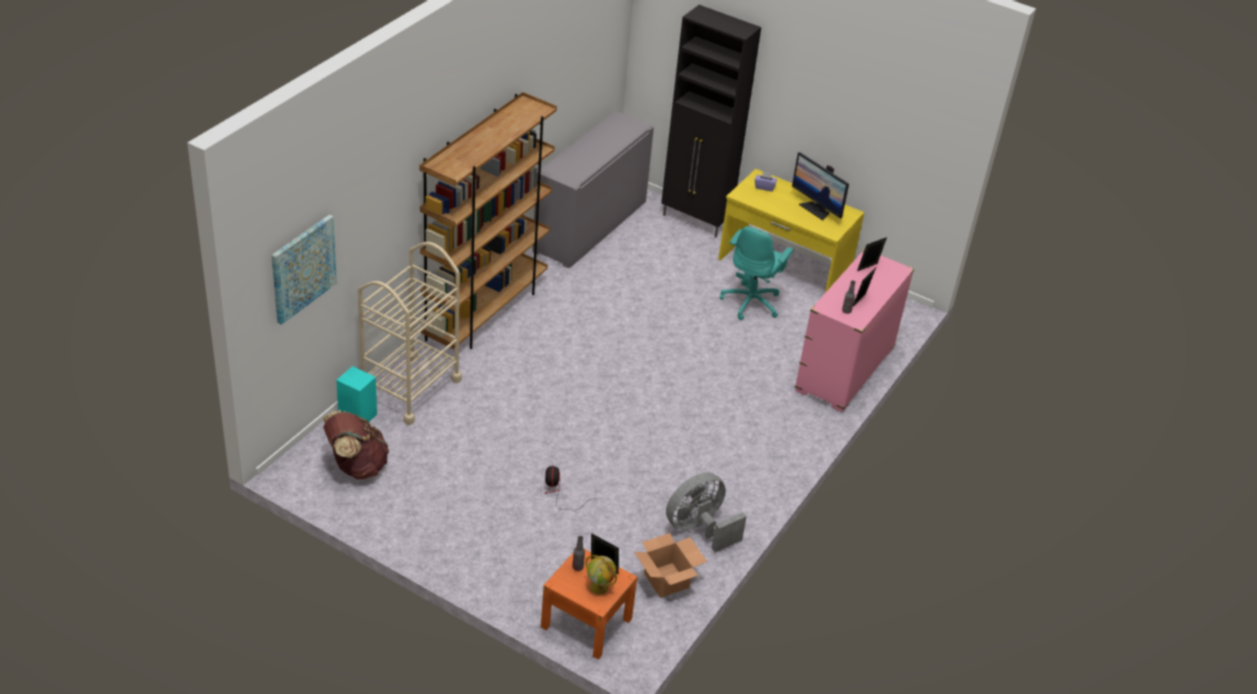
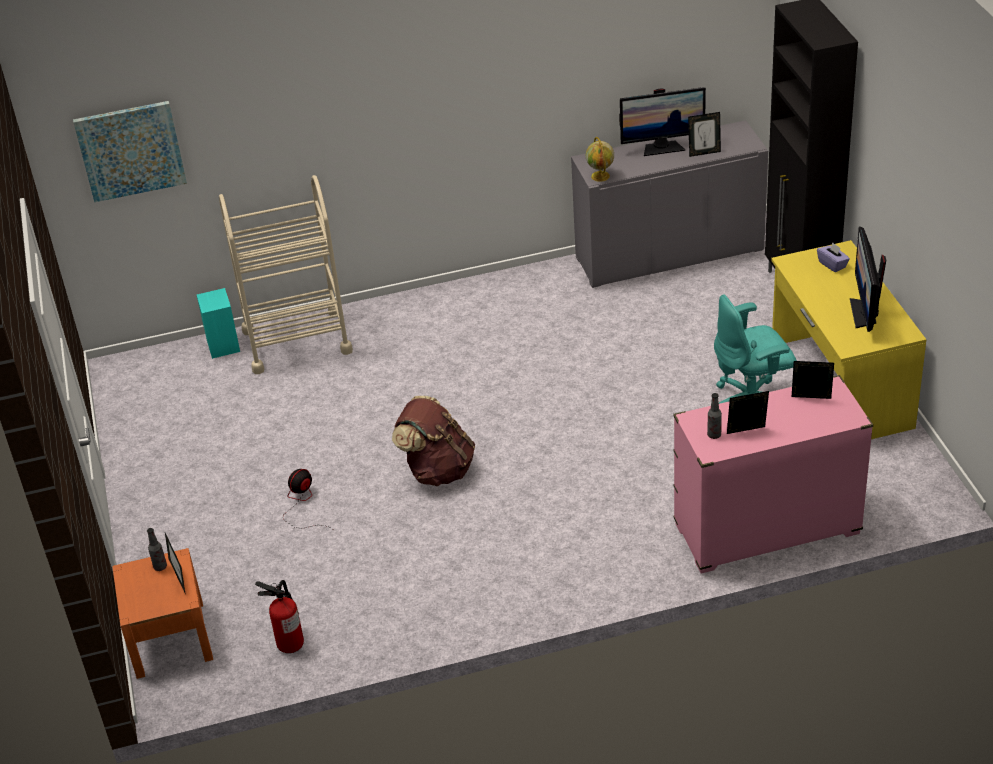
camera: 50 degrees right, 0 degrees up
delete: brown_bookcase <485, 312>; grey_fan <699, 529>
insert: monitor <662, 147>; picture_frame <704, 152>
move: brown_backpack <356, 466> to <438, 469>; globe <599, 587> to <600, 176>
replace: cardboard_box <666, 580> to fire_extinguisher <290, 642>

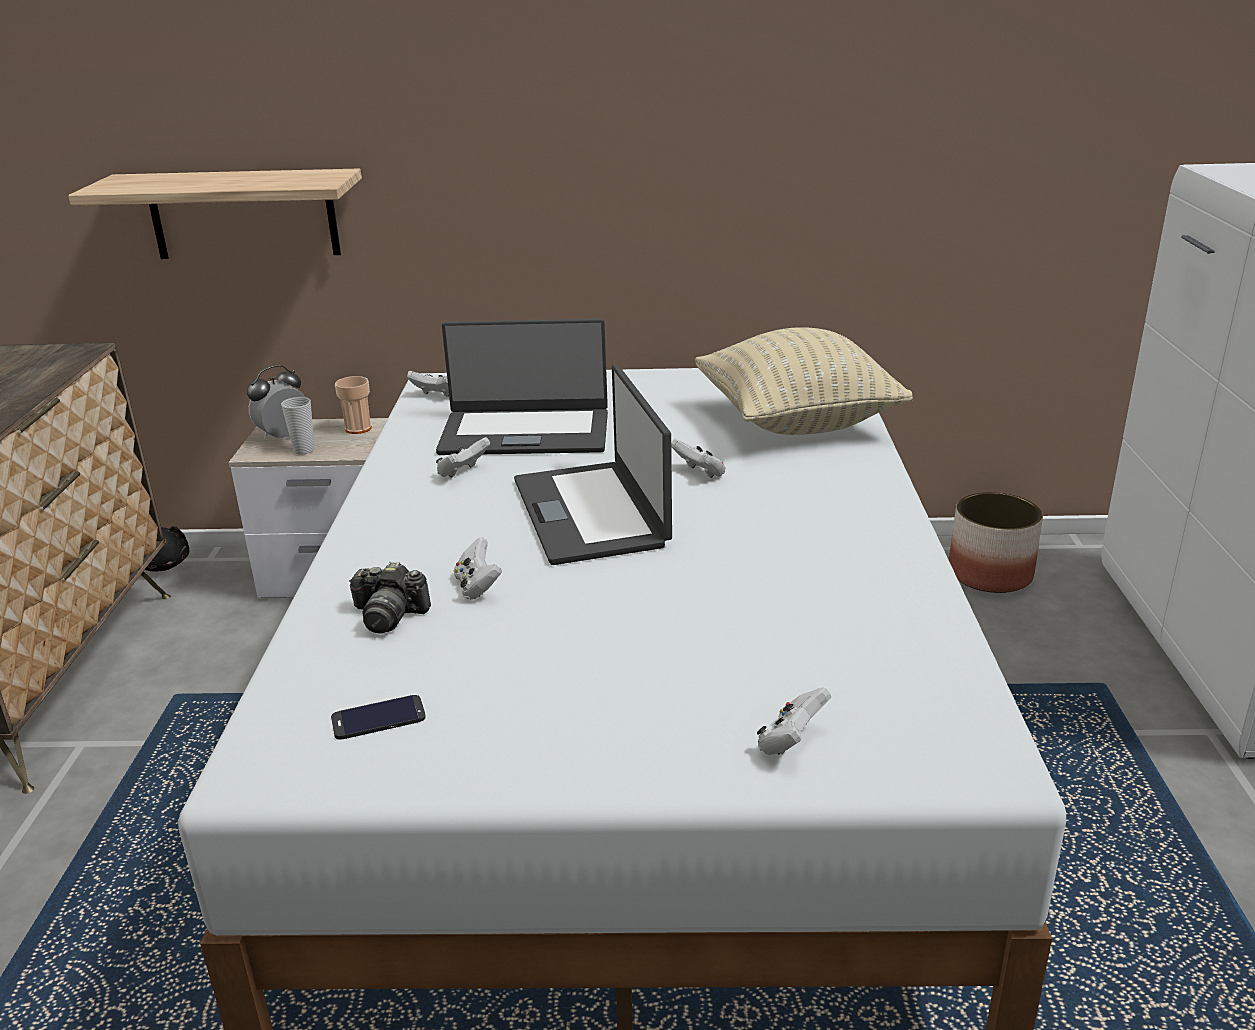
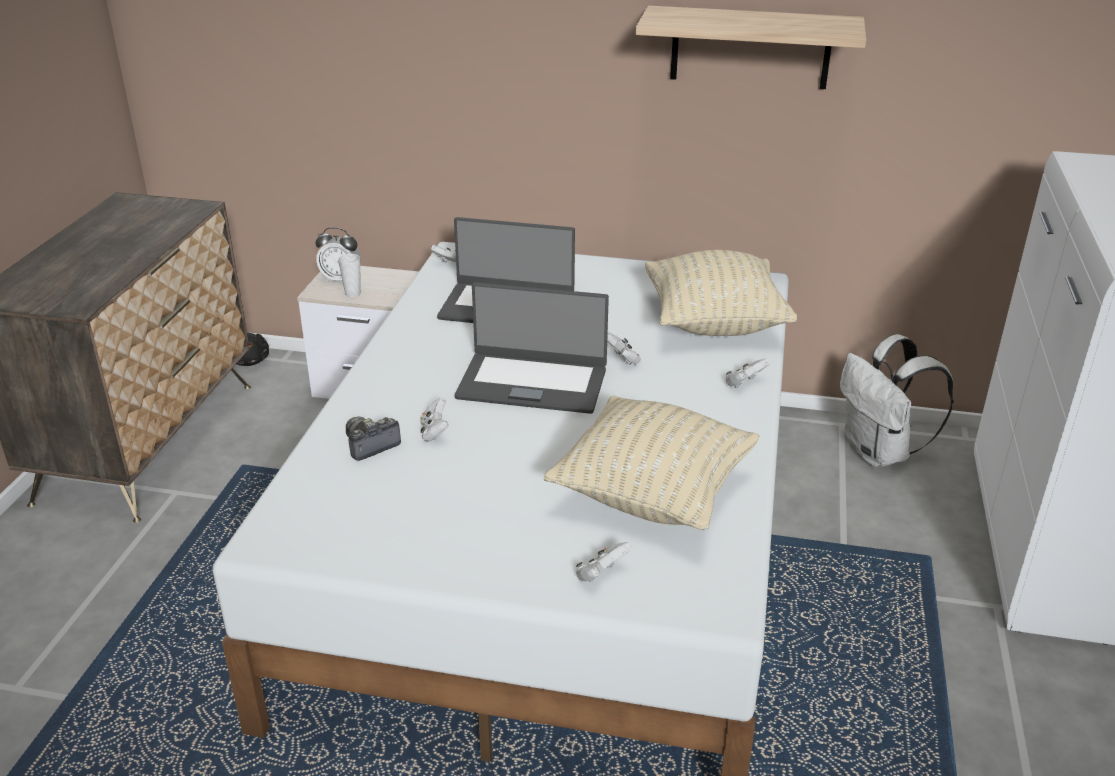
camera: 10 degrees right, 5 degrees up
delete: phone <378, 718>; cup <358, 428>
insert: beige_pillow <652, 494>
move: shelf <243, 214> to <750, 47>; white_game_controller <463, 472> to <744, 383>
replace: planter <990, 574> to white_backpack <879, 453>
rotate: alarm_clock <283, 436> = <340, 279> 135 degrees counterclockwise; photo_camera <389, 616> = <370, 445> 120 degrees clockwise; laptop <592, 512> = <532, 382> 75 degrees counterclockwise

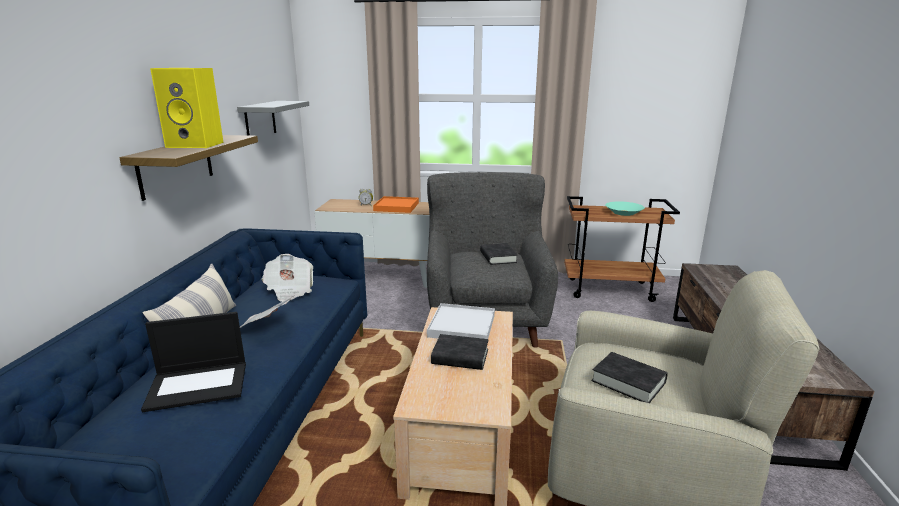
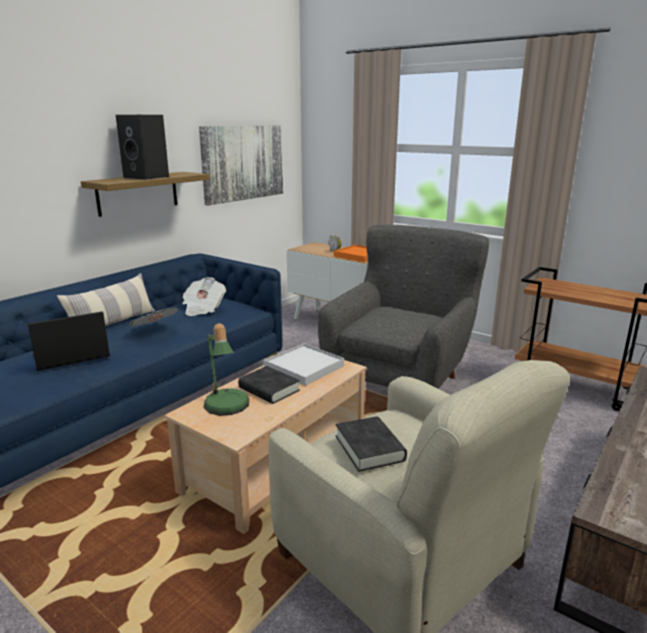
camera: 30 degrees right, 0 degrees up
delete: black_book <498, 257>; turquoise_bowl <623, 212>
insert: table_lamp <226, 408>
replace: grey_shelf <260, 120> to picture <243, 163>
recolor: yellow_speaker <197, 145> to black_speaker <147, 177>
rotate: laptop <199, 385> = <70, 356> 135 degrees clockwise

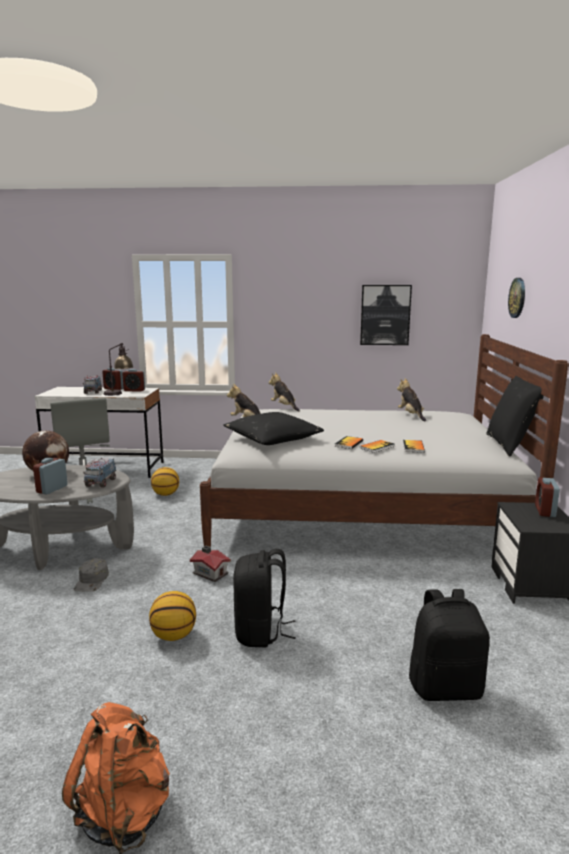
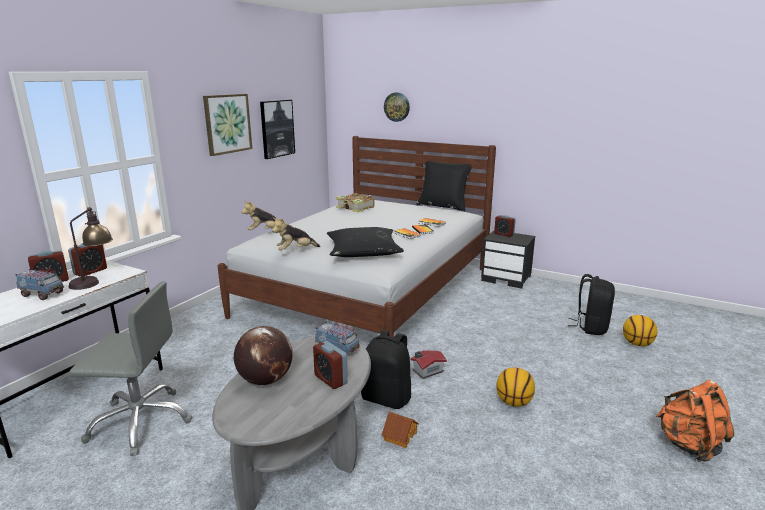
camera: 65 degrees left, 5 degrees up
insert: picture <227, 123>
move: basketball <165, 494> to <637, 344>; black_backpack <261, 632> to <387, 398>
replace: grey_cap <92, 581> to toy_house <399, 436>; plush_toy <411, 415> to book <355, 208>

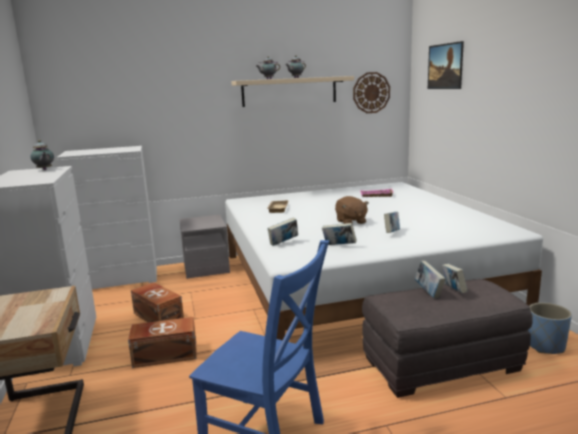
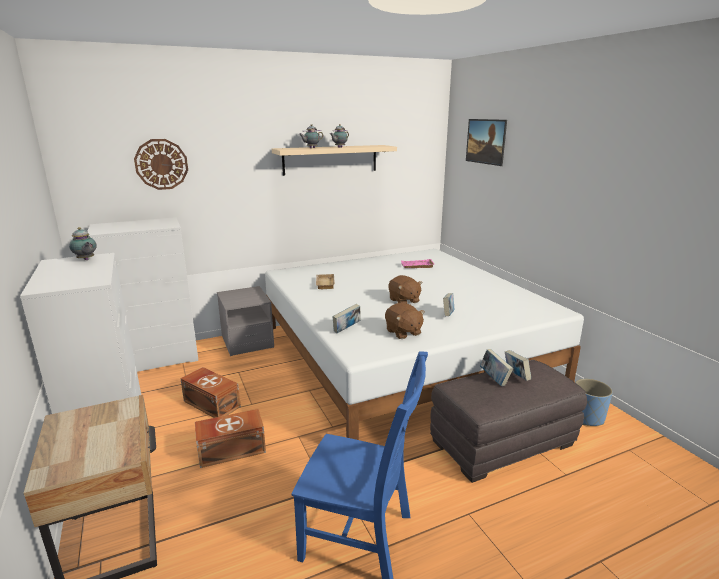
camera: 10 degrees left, 5 degrees up
move: wall_clock <371, 92> to <161, 164>
replace: book <339, 246> to brown_plush_toy <403, 332>

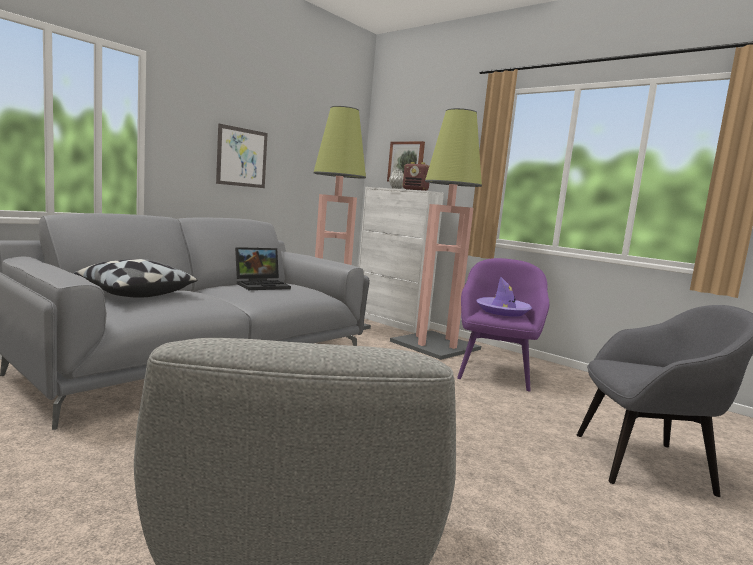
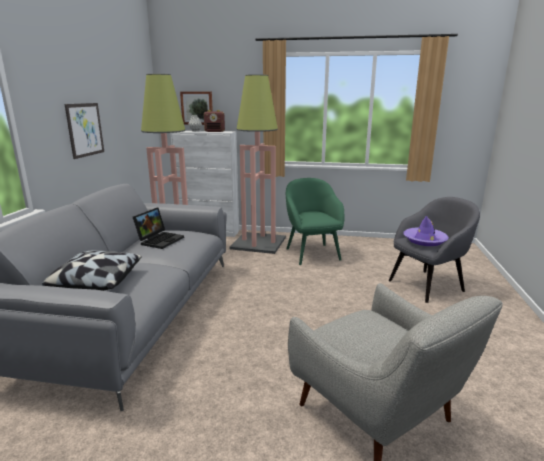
camera: 30 degrees left, 10 degrees up
move: purple_hat <502, 311> to <424, 240>
recolor: purple_armchair <494, 373> to green_armchair <312, 253>

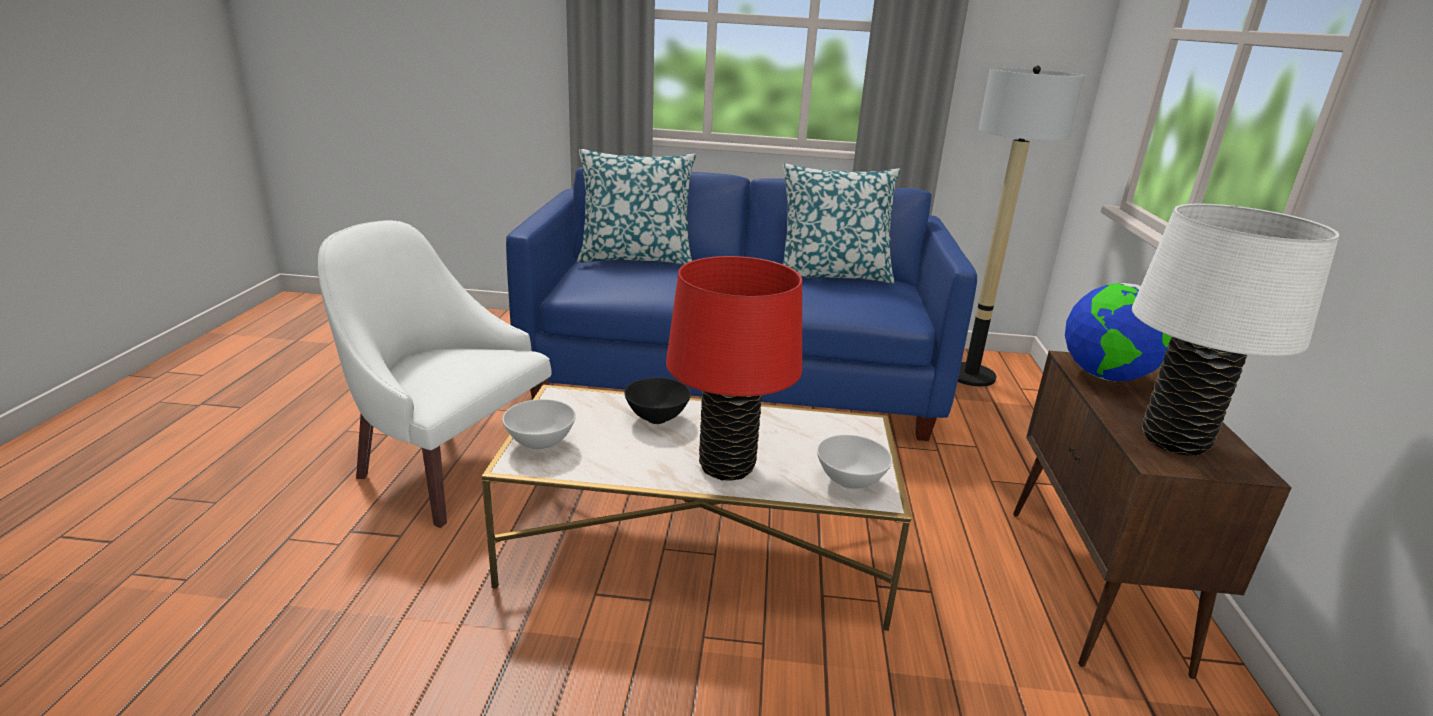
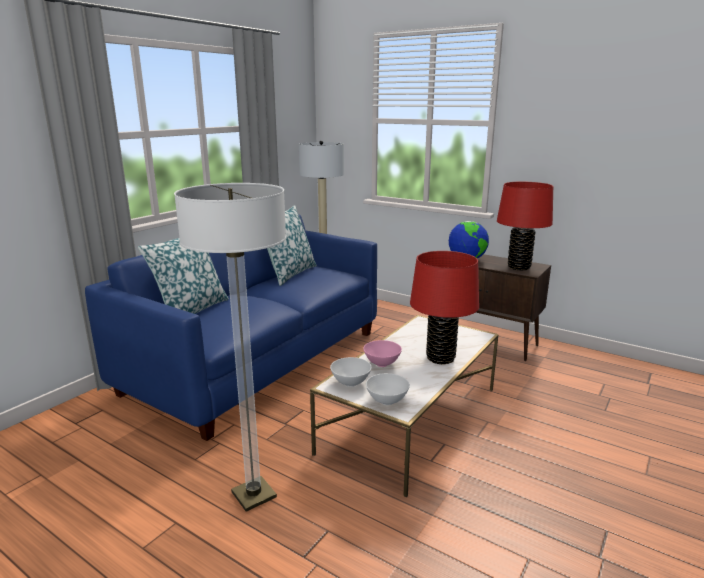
camera: 60 degrees left, 5 degrees down
move: white_bowl <850, 482> to <350, 383>
replace: white_armchair <448, 465> to floor_lamp <254, 495>
recolor: black_bowl <657, 419> to pink_bowl <382, 364>; white_table_lamp <1174, 441> to red_table_lamp <519, 267>

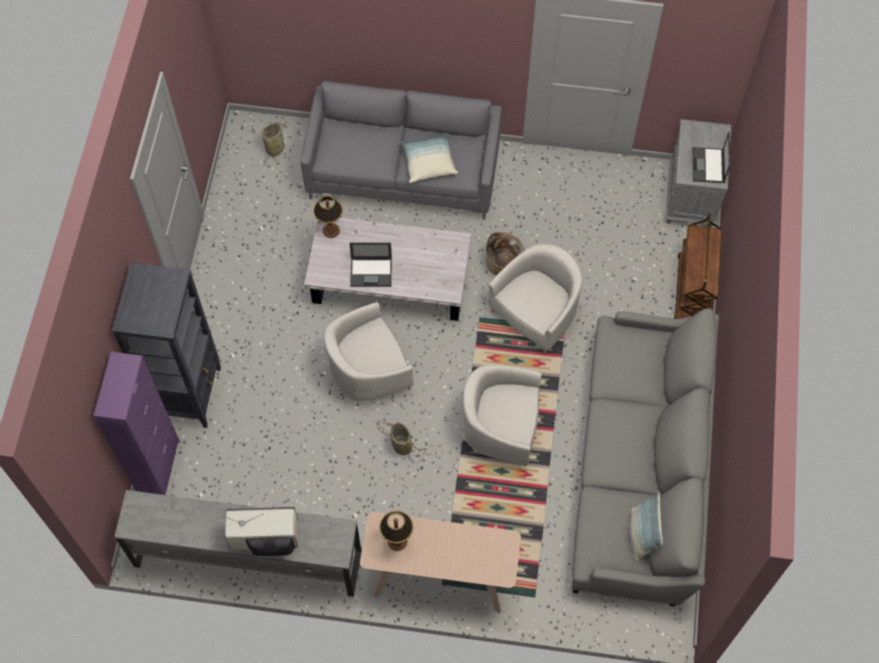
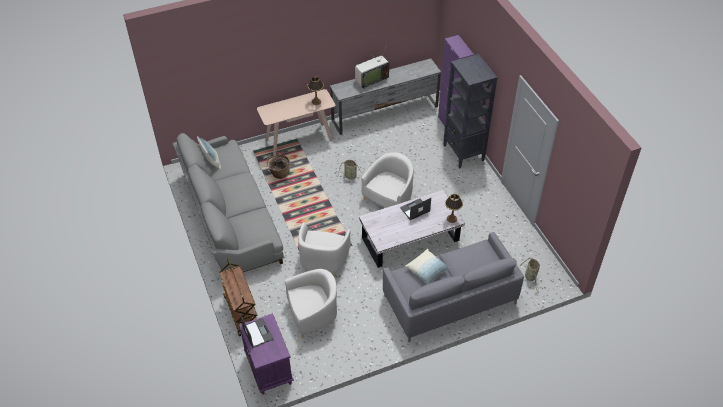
camera: 150 degrees right, 15 degrees down
move: white_armchair <501, 428> to <313, 314>; basket <504, 265> to <279, 173>
recolor: grey_nightstand <690, 197> to purple_nightstand <268, 369>

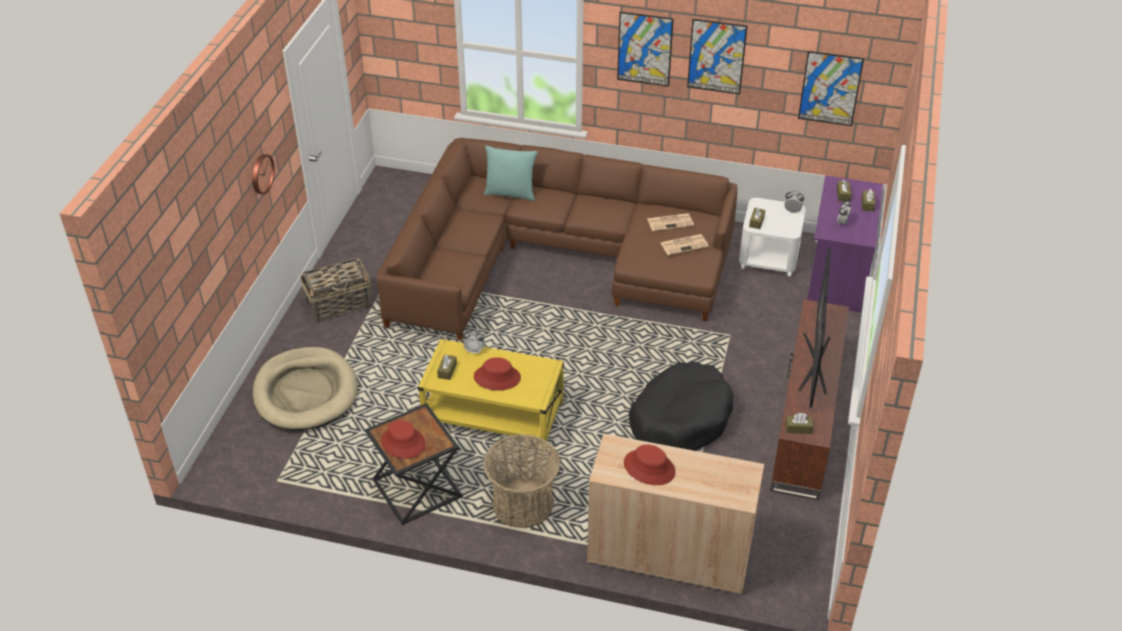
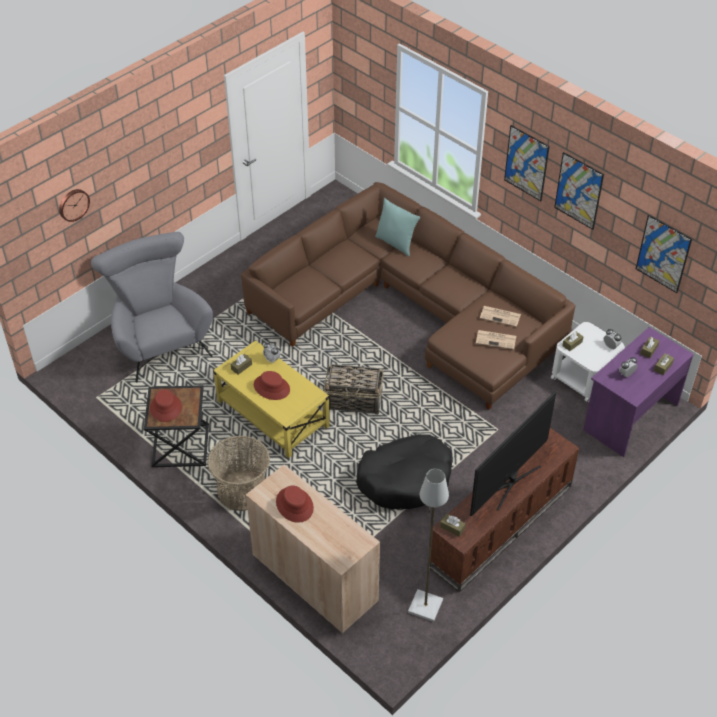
camera: 30 degrees right, 5 degrees up
insert: grey_floor_lamp <424, 606>
move: wall_clock <261, 173> to <73, 204>; basket <340, 305> to <354, 400>
replace: beige_dog_bed <305, 392> to grey_armchair <159, 340>

